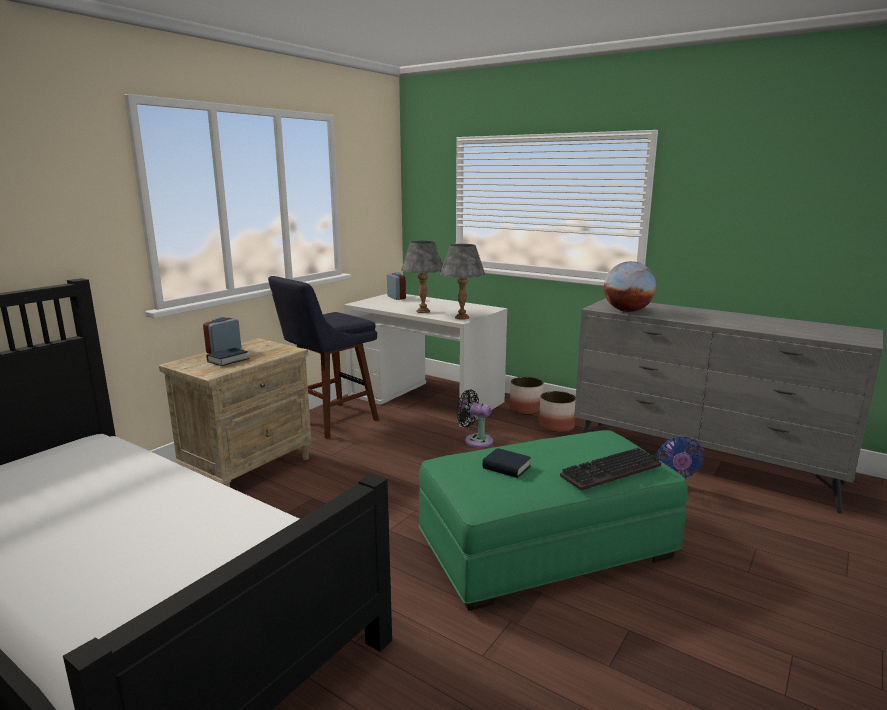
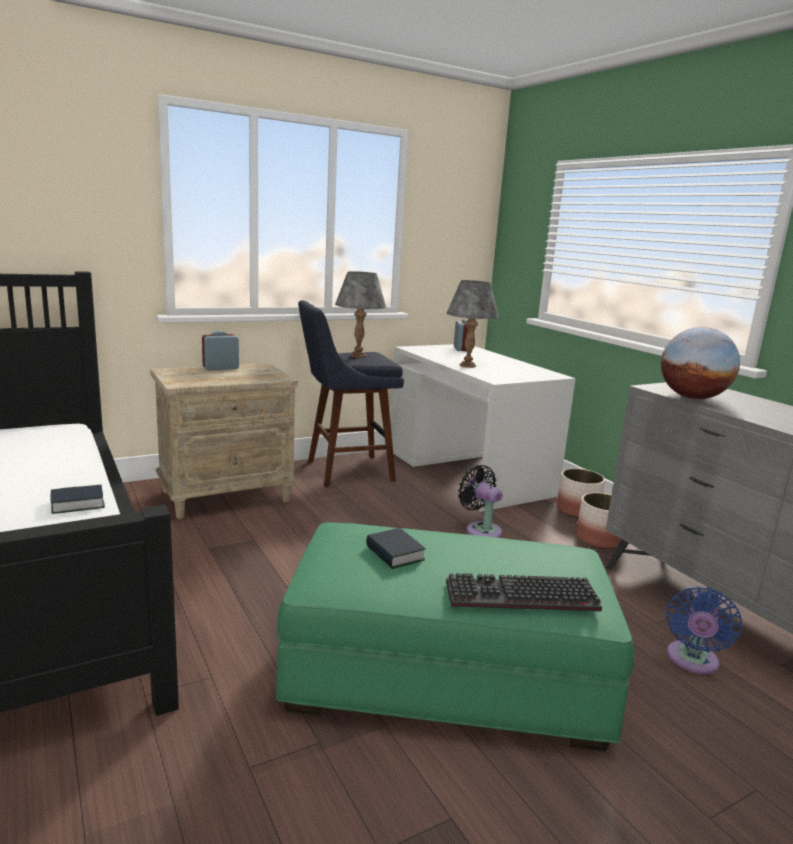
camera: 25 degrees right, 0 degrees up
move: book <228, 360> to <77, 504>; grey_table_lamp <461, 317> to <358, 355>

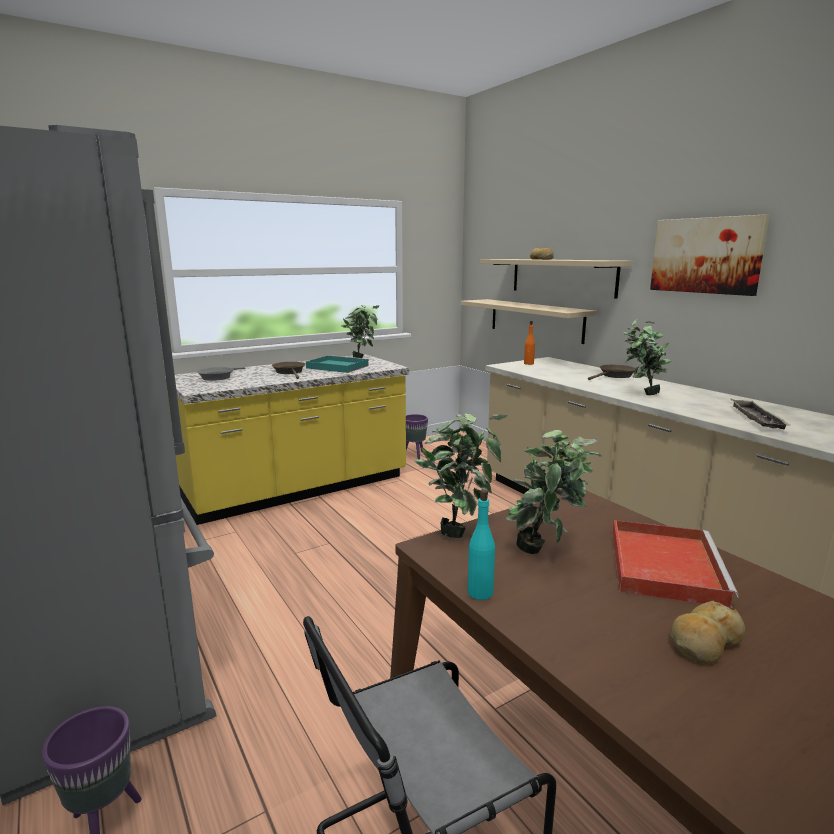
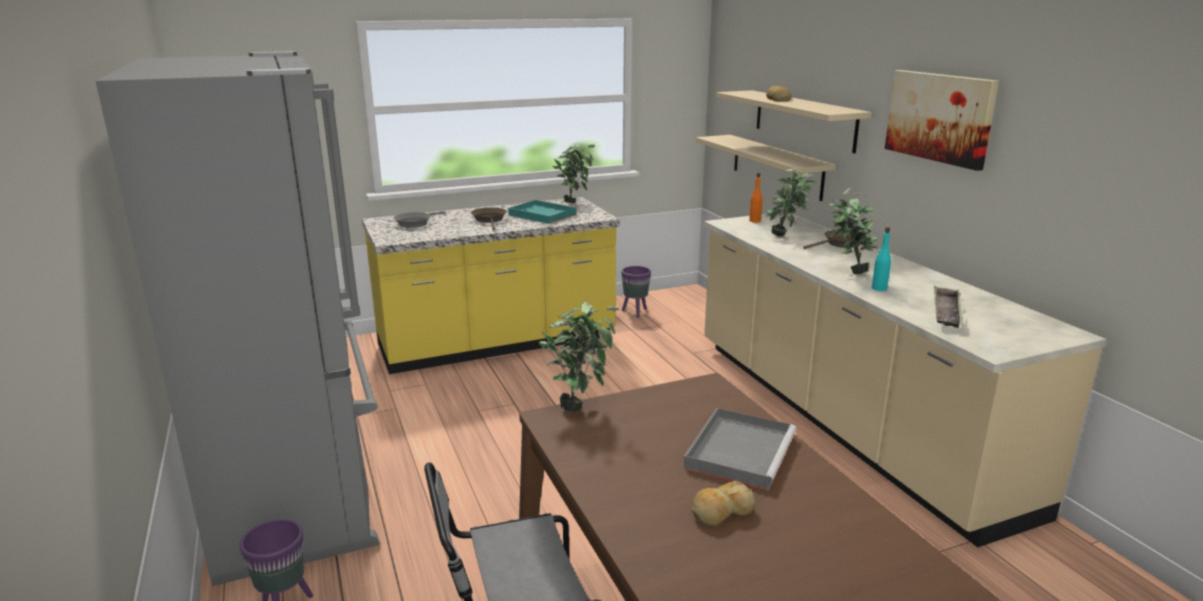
camera: 10 degrees right, 5 degrees up
move: turquoise_bottle <480, 592> to <879, 288>; potted_plant <546, 553> to <786, 236>
recolor: red_tray <664, 564> to grey_tray <739, 450>

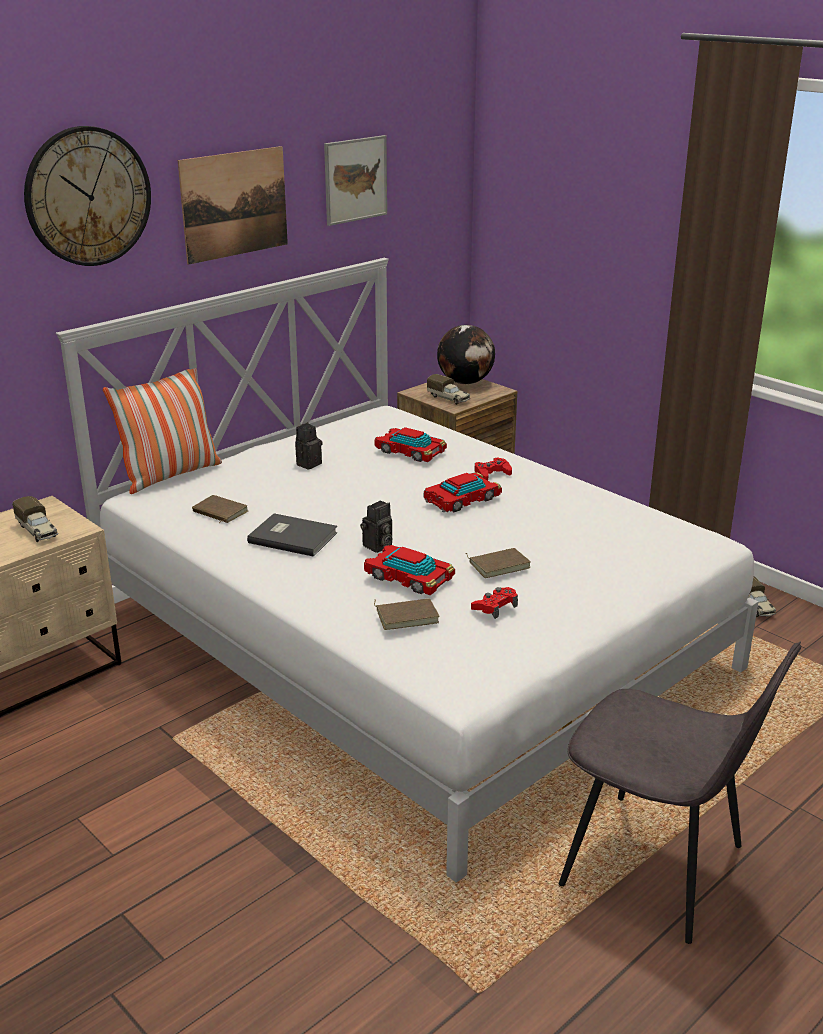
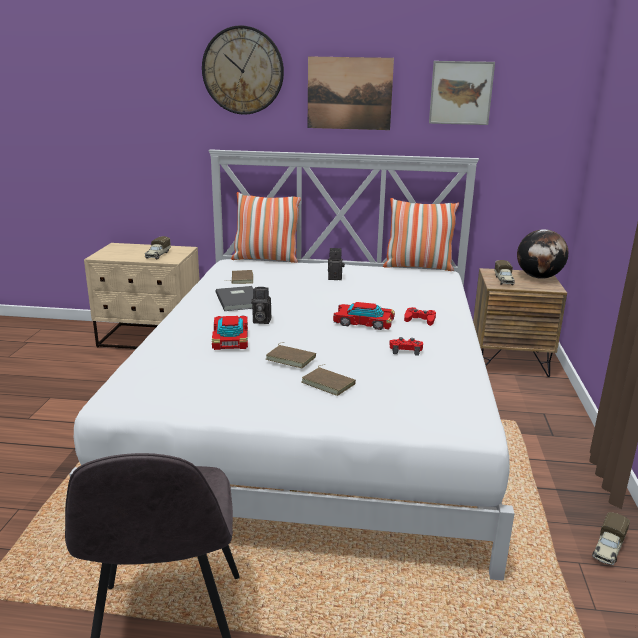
camera: 50 degrees right, 5 degrees down
delete: toy_car <410, 451>
insert: pillow <418, 267>
move: brown_book <407, 616> to <329, 383>; red_game_controller <495, 607> to <405, 350>

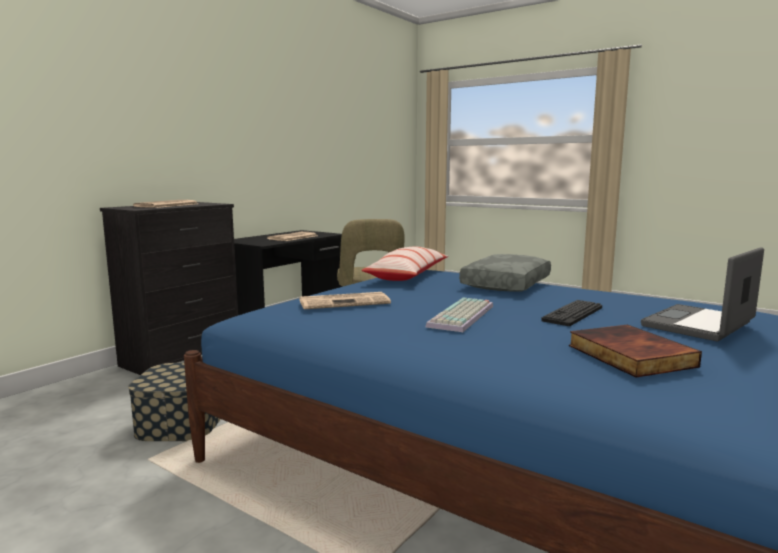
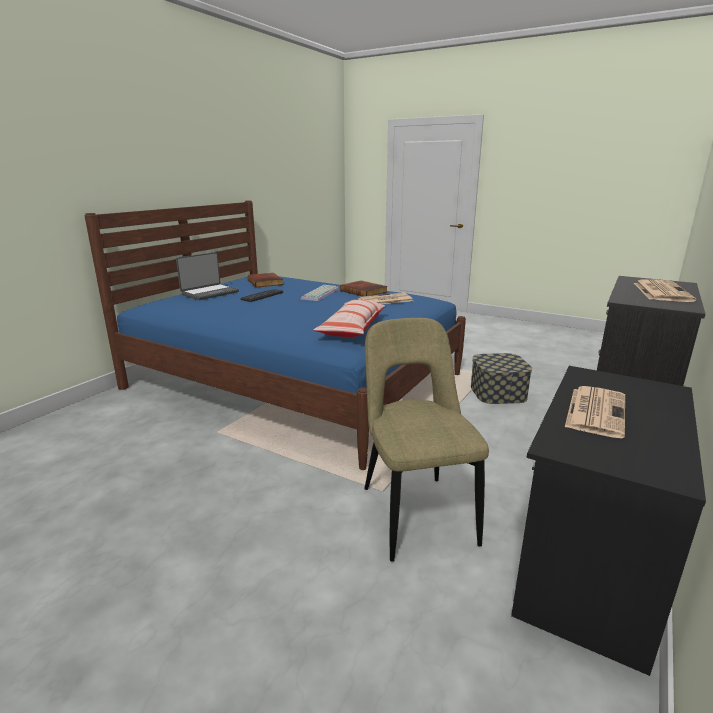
camera: 175 degrees right, 10 degrees up
delete: grey_pillow <505, 284>
insert: book <364, 291>

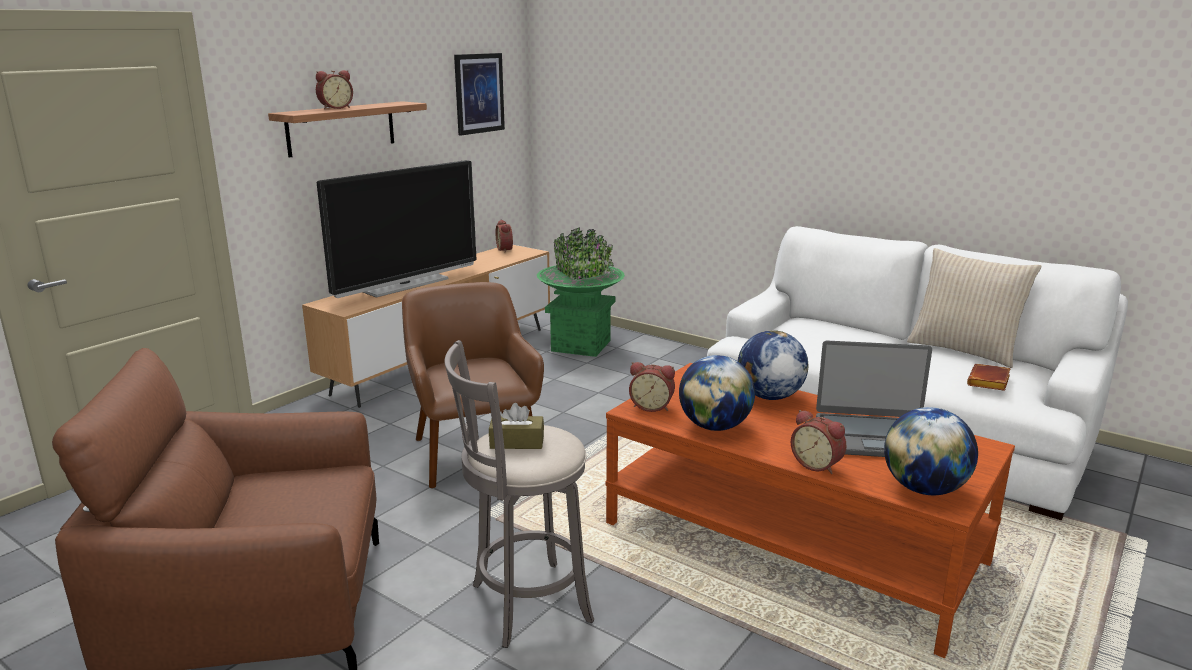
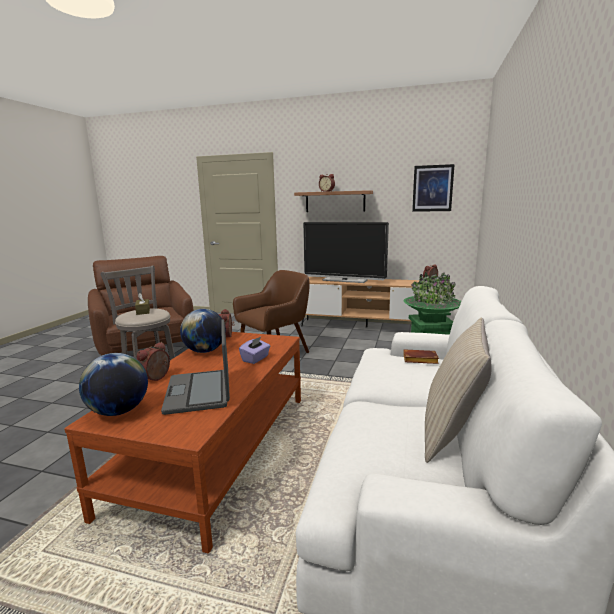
camera: 70 degrees right, 5 degrees down
move: brown_book <989, 382> to <419, 360>
replace: globe <769, 396> to purple_tissue_box <255, 359>

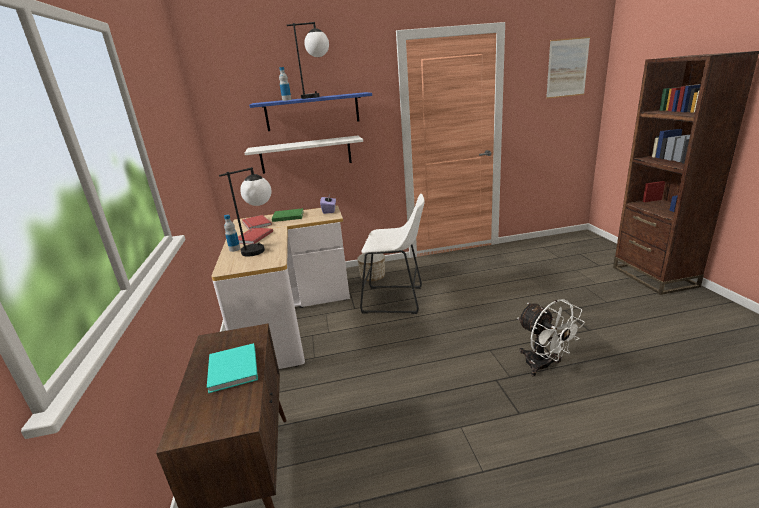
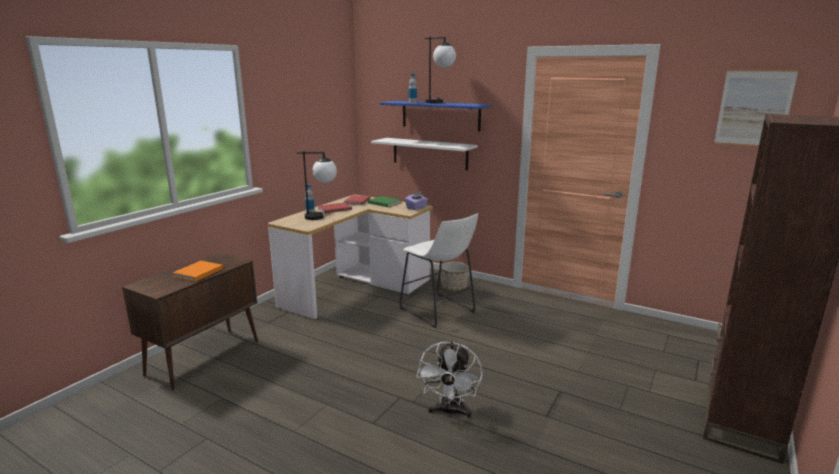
camera: 40 degrees right, 5 degrees down
recolor: turquoise_book <233, 370> to orange_book <197, 273>

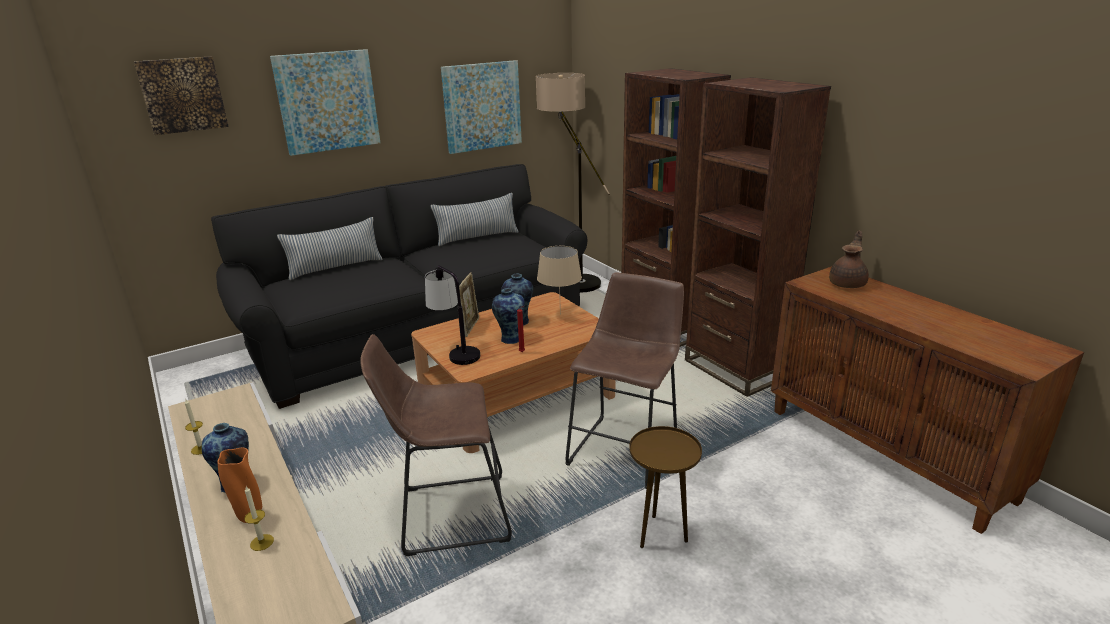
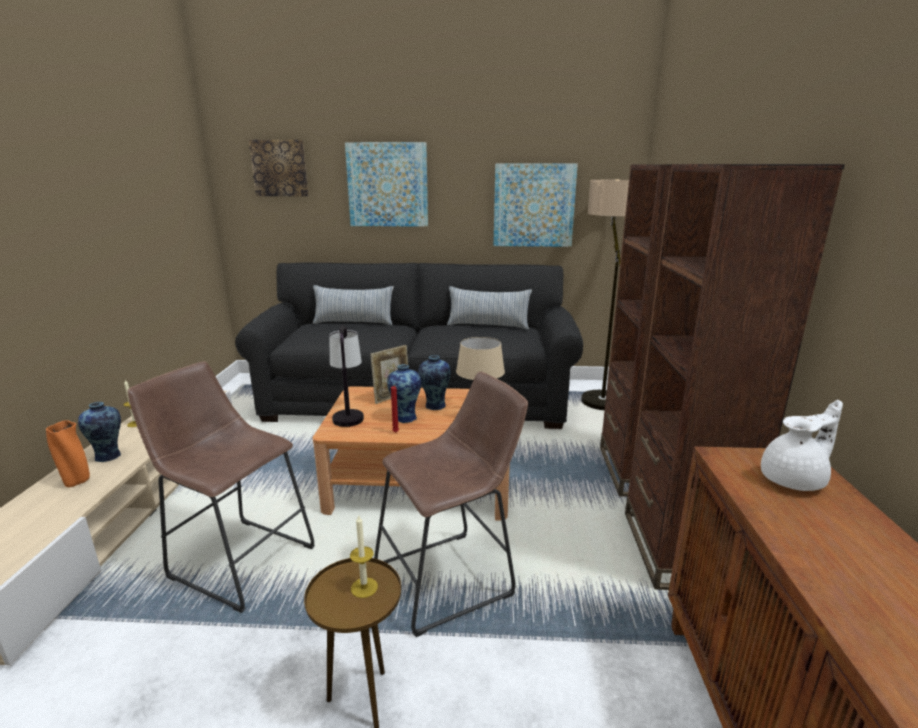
camera: 35 degrees right, 5 degrees down
move: candle <262, 542> to <364, 587>
recolor: brown_teapot <848, 284> to white_teapot <794, 480>

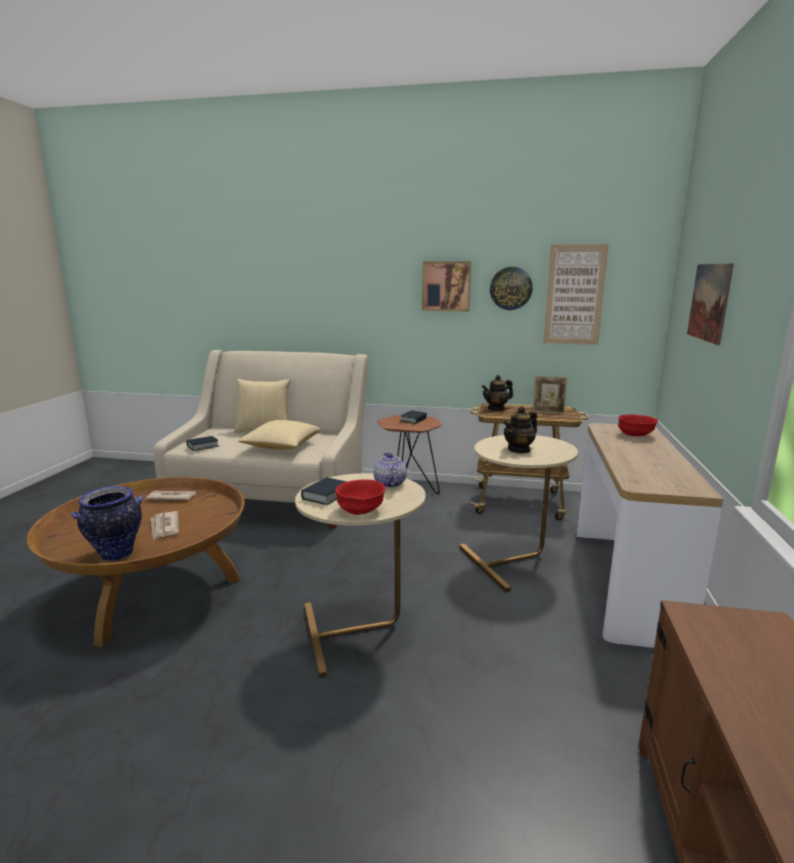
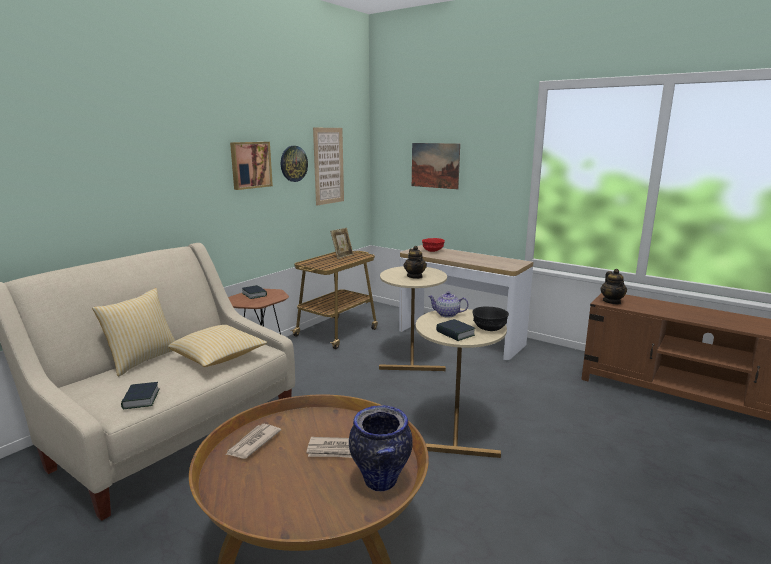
camera: 65 degrees left, 0 degrees up
move: teapot <496, 408> to <612, 302>
recolor: red_bowl <361, 510> to black_bowl <490, 328>

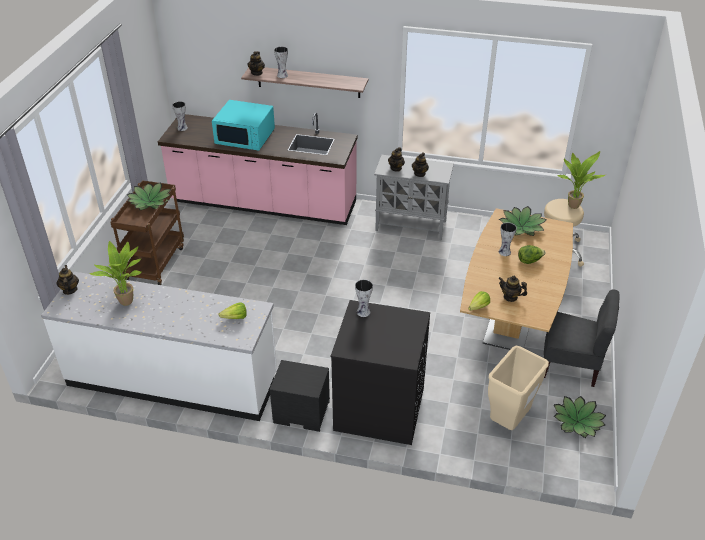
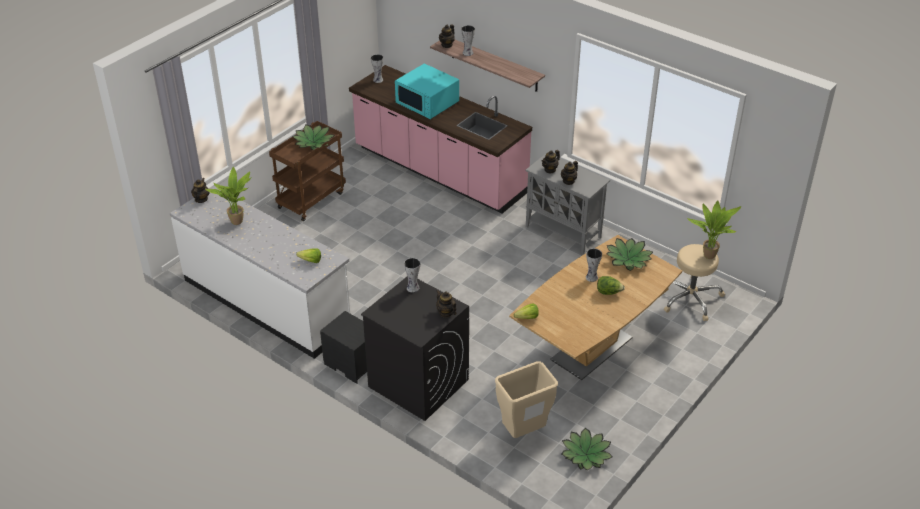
camera: 25 degrees right, 0 degrees up
delete: grey_chair <570, 365>
move: teapot <510, 297> to <446, 313>

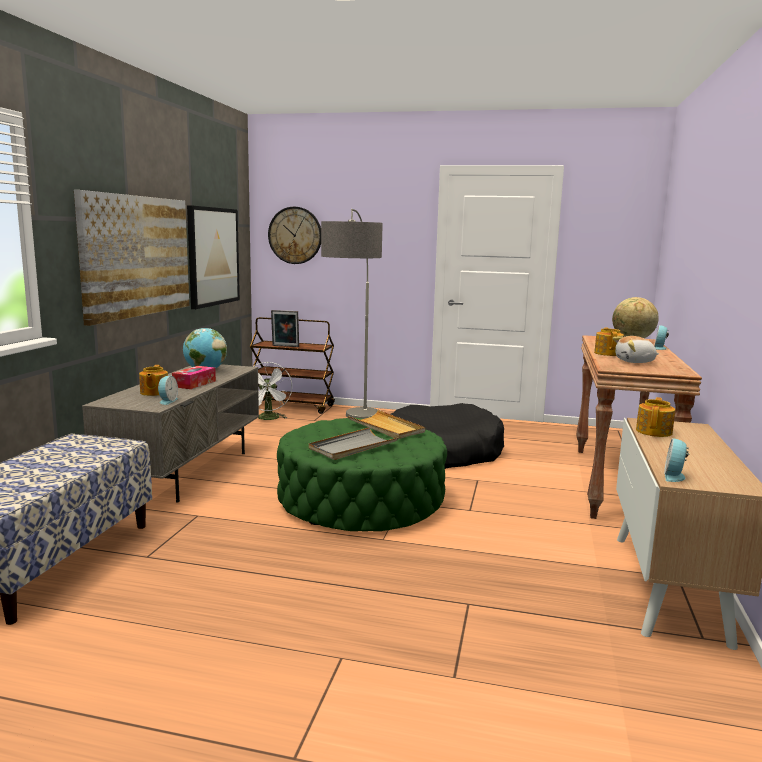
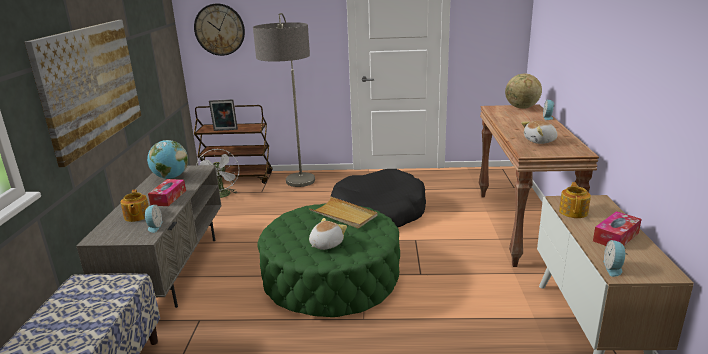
camera: 10 degrees left, 10 degrees up
delete: picture <213, 256>; teapot <608, 353>
insert: tissue_box <616, 237>
replace: grey_tray <352, 447> to plush_toy <325, 244>

